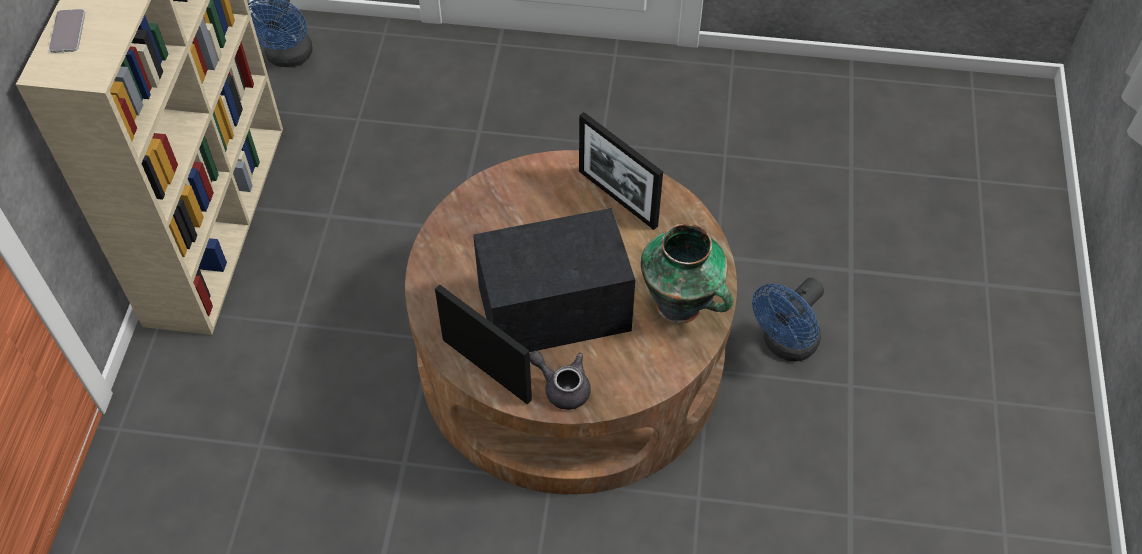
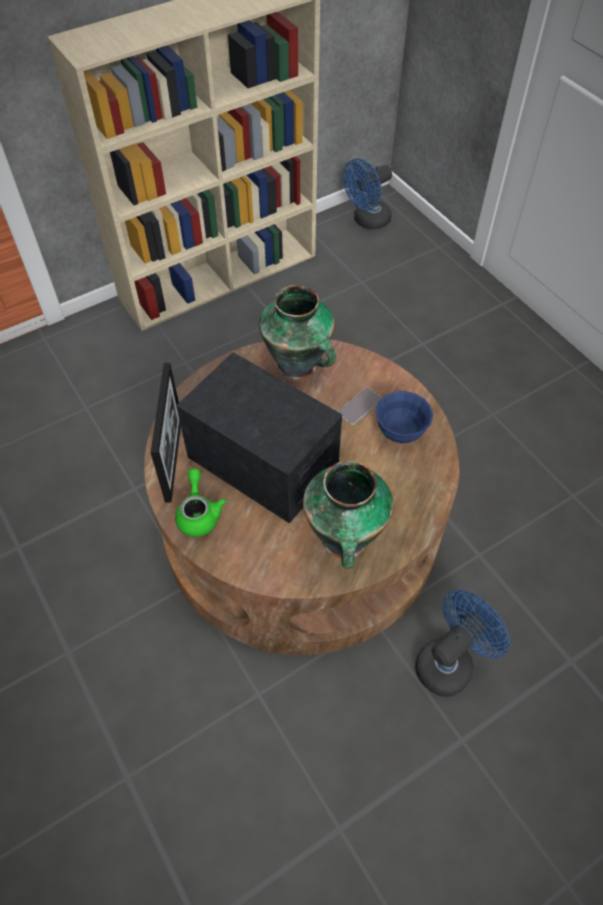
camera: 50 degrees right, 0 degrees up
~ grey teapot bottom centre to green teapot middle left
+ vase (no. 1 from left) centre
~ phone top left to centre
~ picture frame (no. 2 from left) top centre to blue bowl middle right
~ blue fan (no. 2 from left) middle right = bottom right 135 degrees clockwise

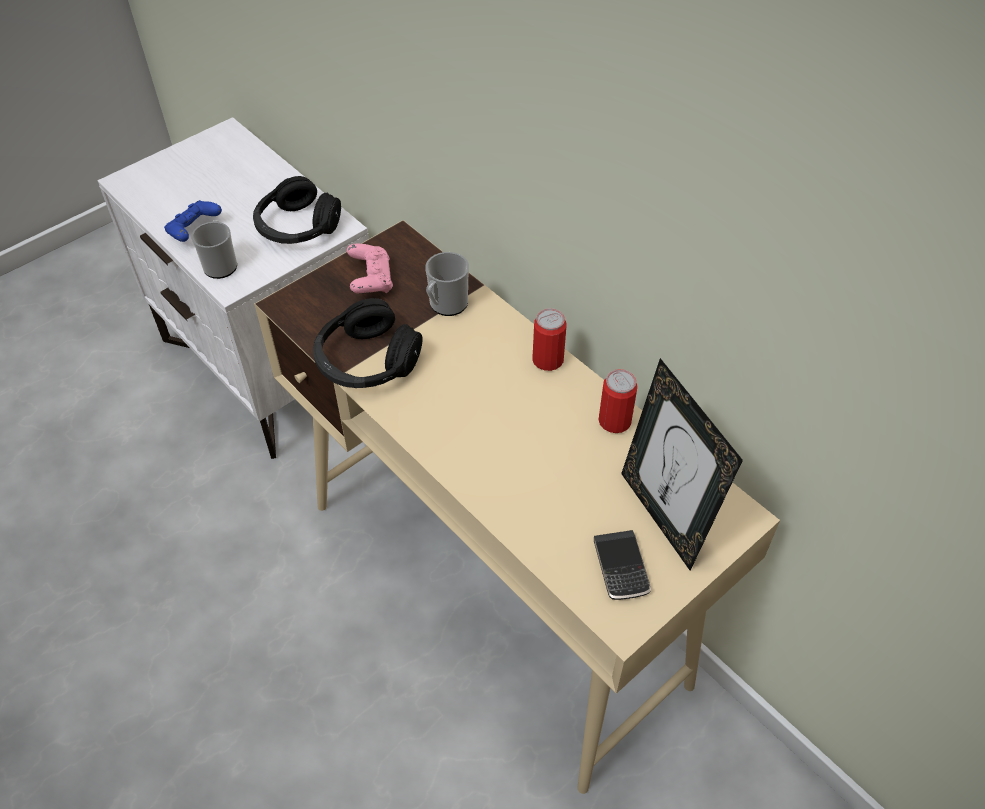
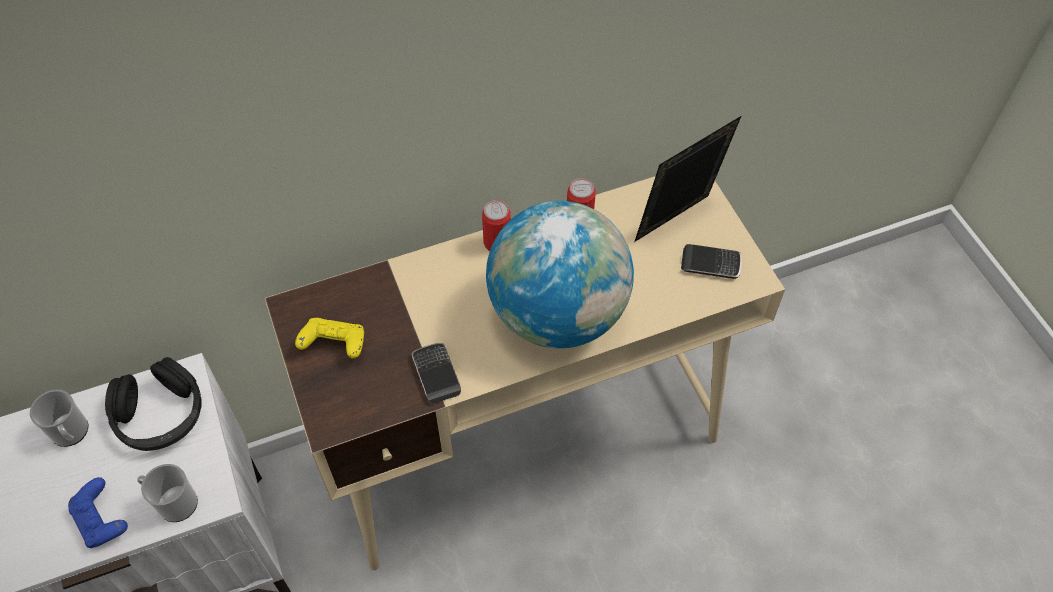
camera: 70 degrees left, 5 degrees up
~ mug (no. 2 from left in the first image) centre to mug (no. 1 from left) bottom left
~ pink game controller top centre to yellow game controller middle left
~ black headphones (no. 2 from left) centre to phone (no. 1 from left) centre
+ globe centre
~ picture frame middle right = top centre 150 degrees clockwise

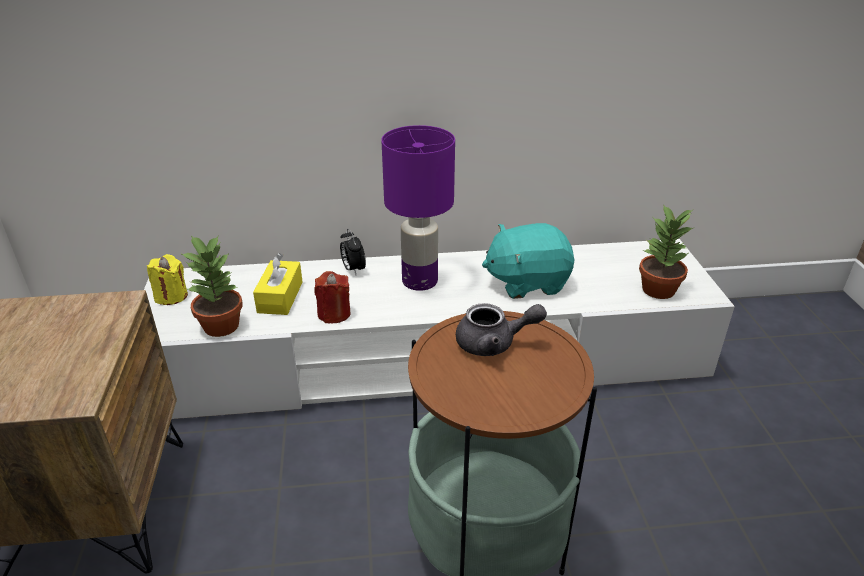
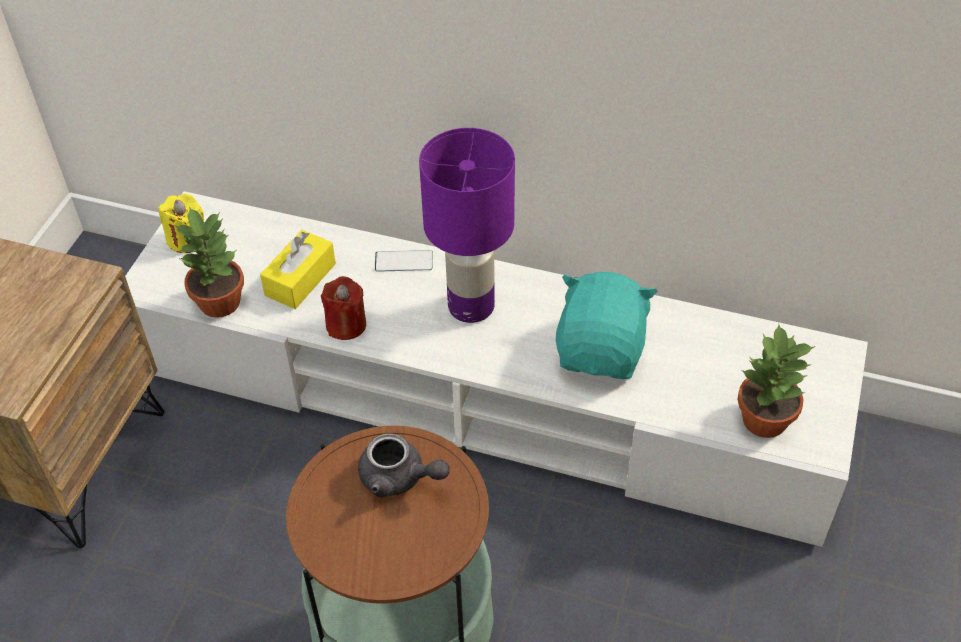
camera: 25 degrees right, 15 degrees up
~ alarm clock centre to phone centre
~ turquoise plush toy centre = centre 90 degrees clockwise

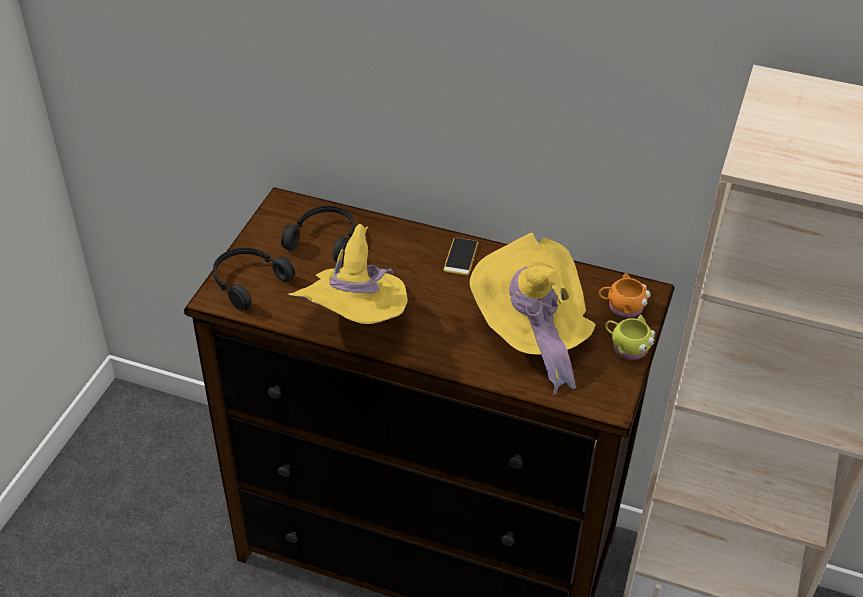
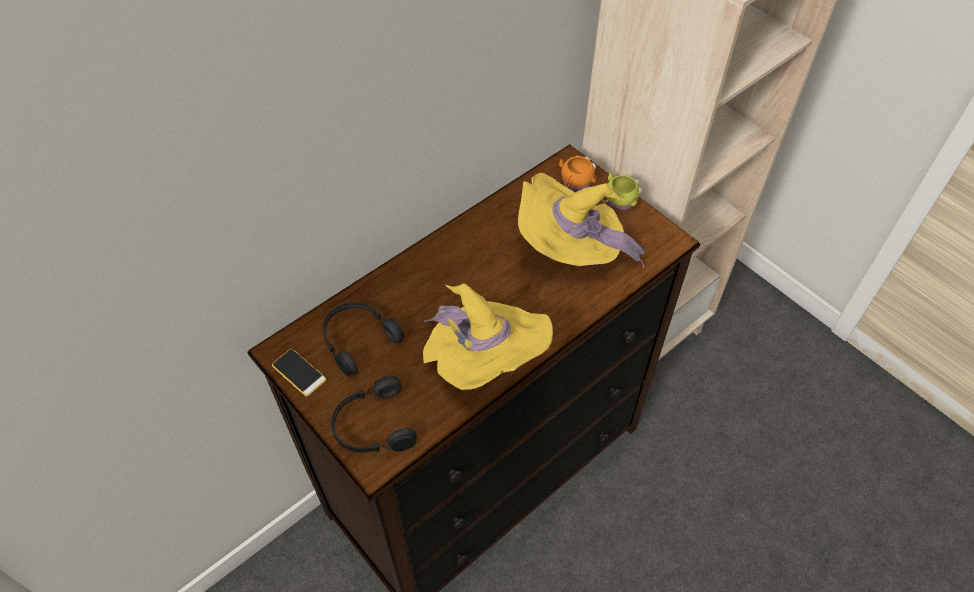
camera: 60 degrees left, 10 degrees up
~ phone centre to middle left

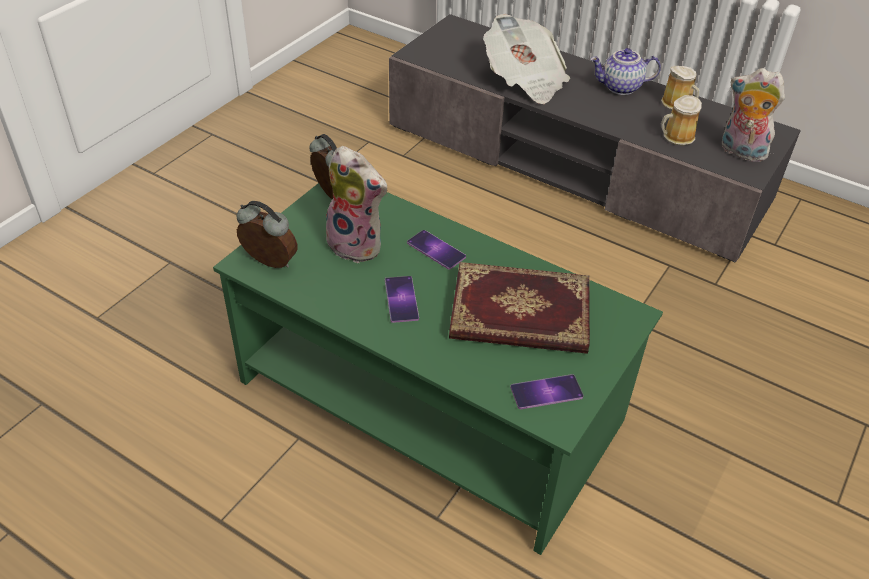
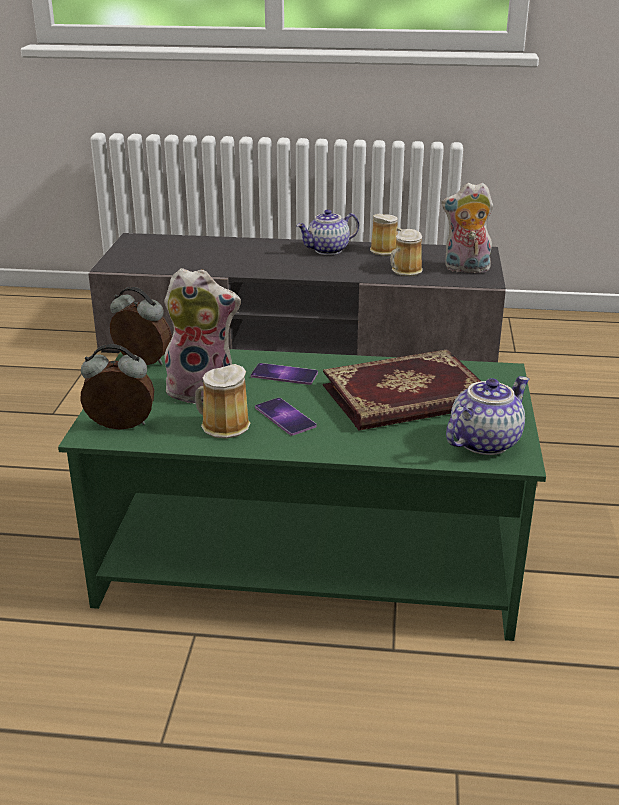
camera: 25 degrees left, 15 degrees down
+ mug (no. 1 from left) centre
~ phone (no. 3 from left) bottom centre to teapot (no. 2 from left) middle right
- newspaper top centre

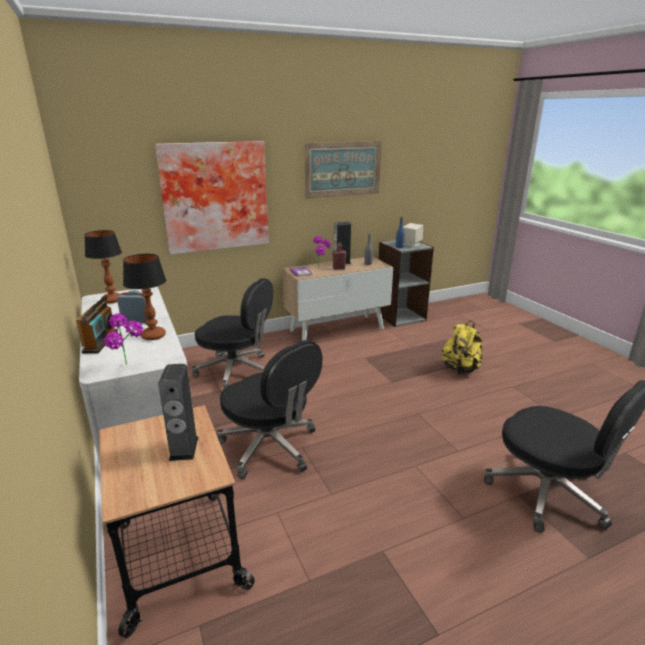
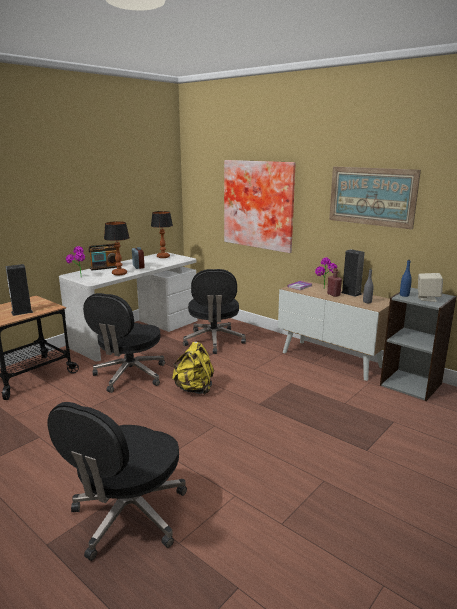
camera: 65 degrees right, 5 degrees down
~ yellow backpack middle right to centre

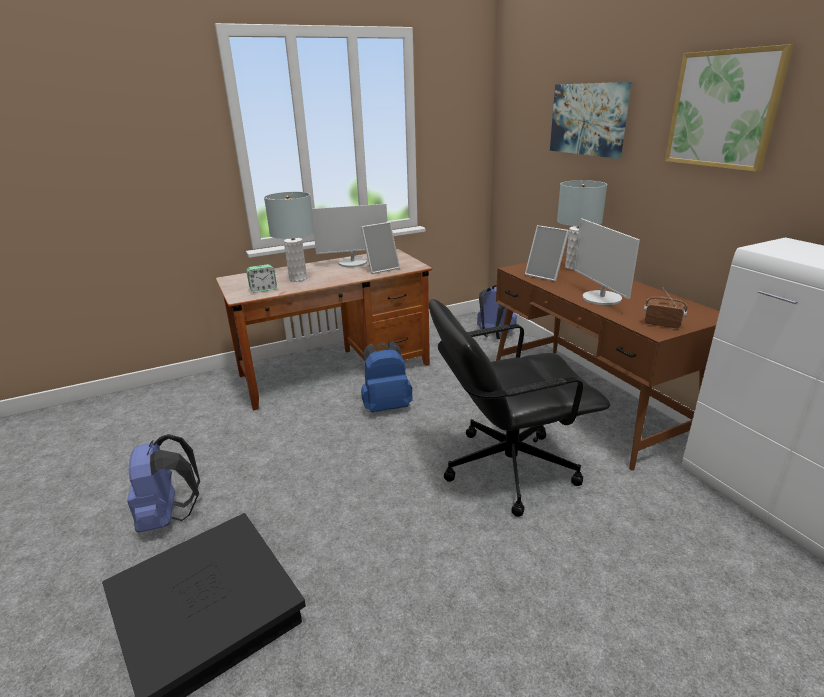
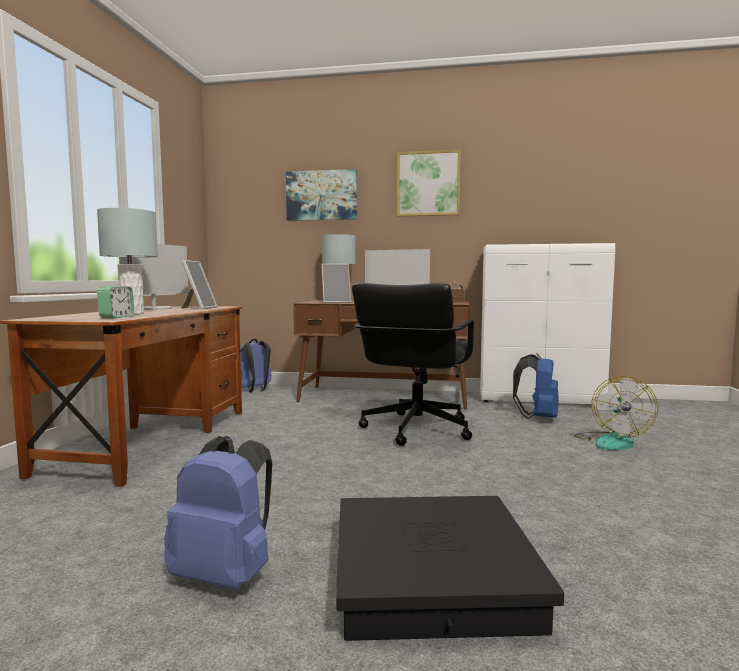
camera: 55 degrees left, 20 degrees down
~ blue backpack (no. 2 from left in the first image) centre to blue backpack (no. 3 from left) middle right
+ fan middle right

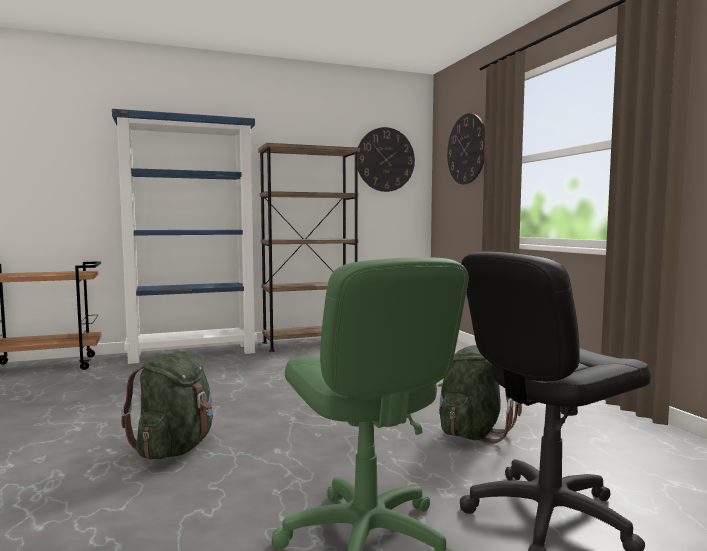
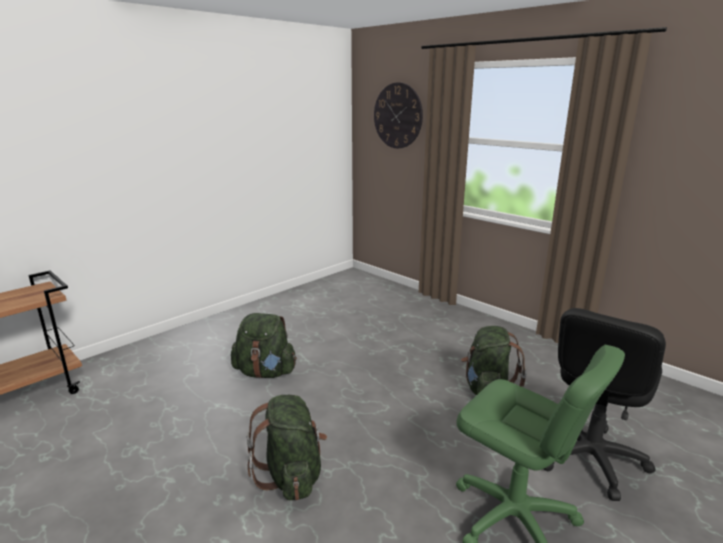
camera: 25 degrees left, 15 degrees up
+ green backpack (no. 1 from left) centre
- blue bookcase middle left
- brown bookcase centre
- wall clock (no. 1 from left) top centre

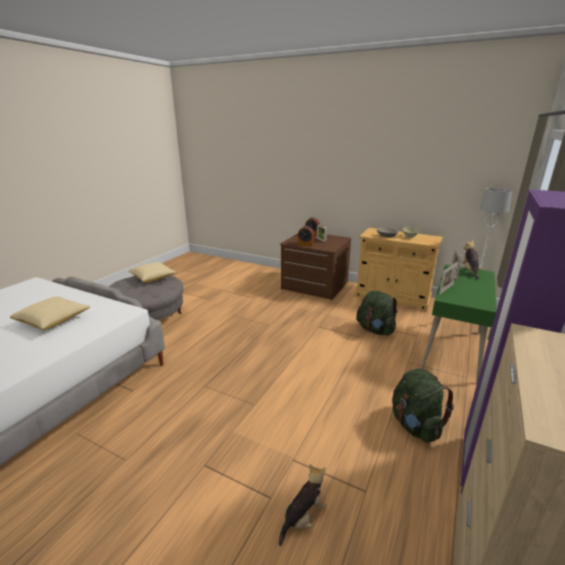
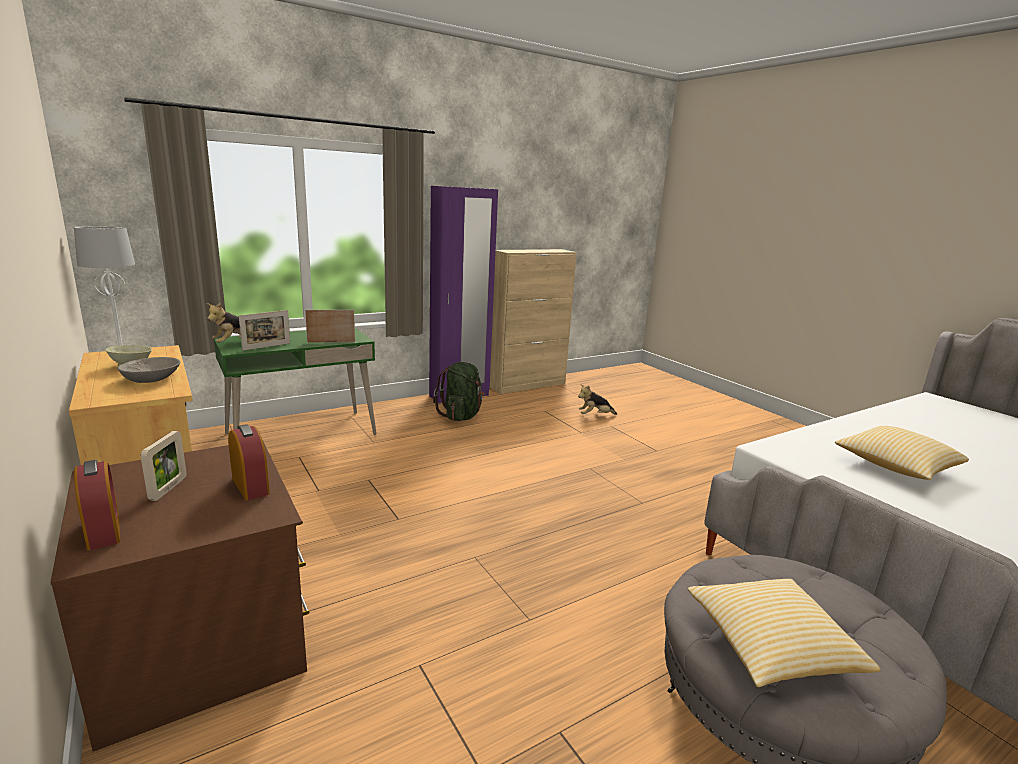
camera: 150 degrees left, 5 degrees down
- green backpack (no. 1 from left) centre

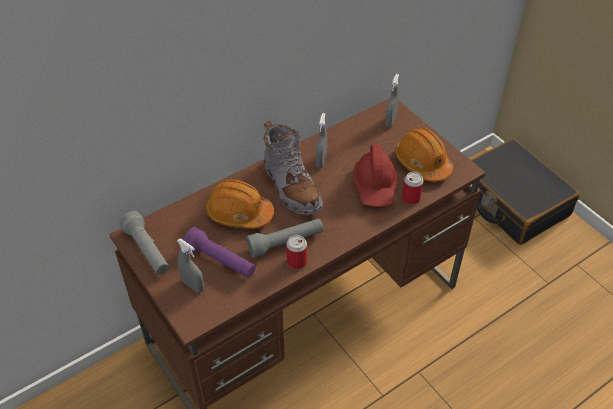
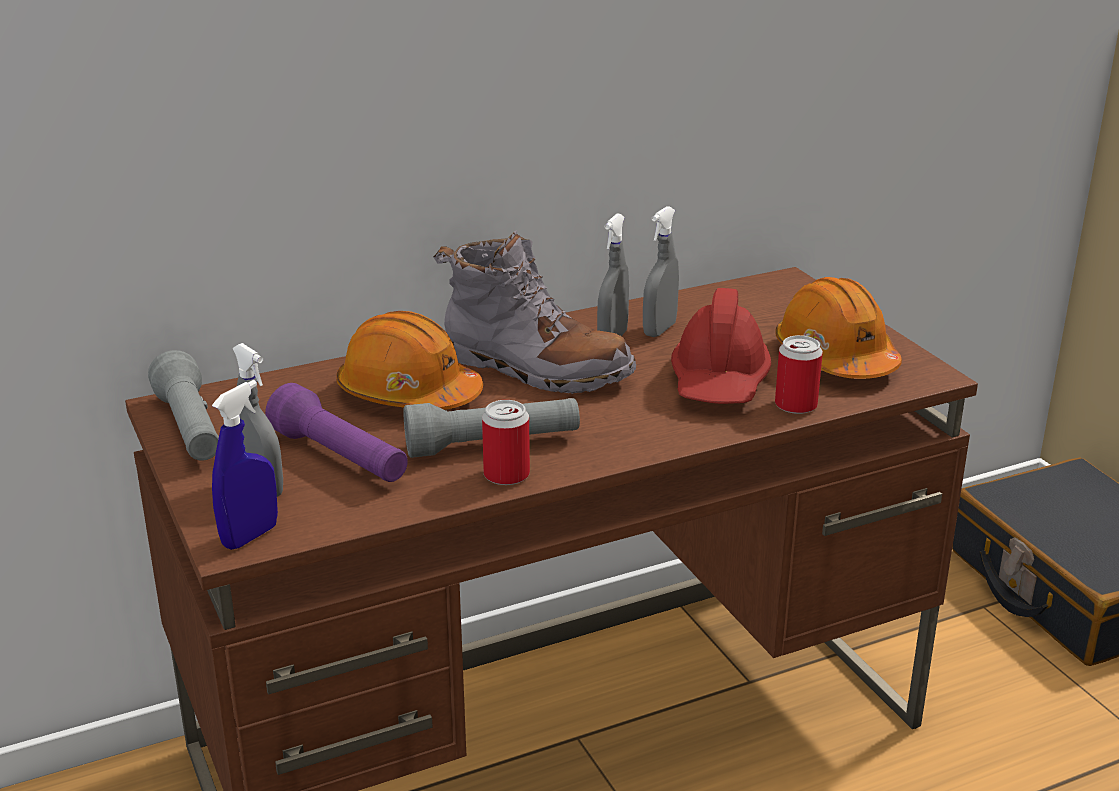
camera: 10 degrees right, 20 degrees down
+ blue spray bottle middle left
~ grey boot centre = centre 45 degrees counterclockwise
~ grey spray bottle (no. 3 from left) top centre to centre

